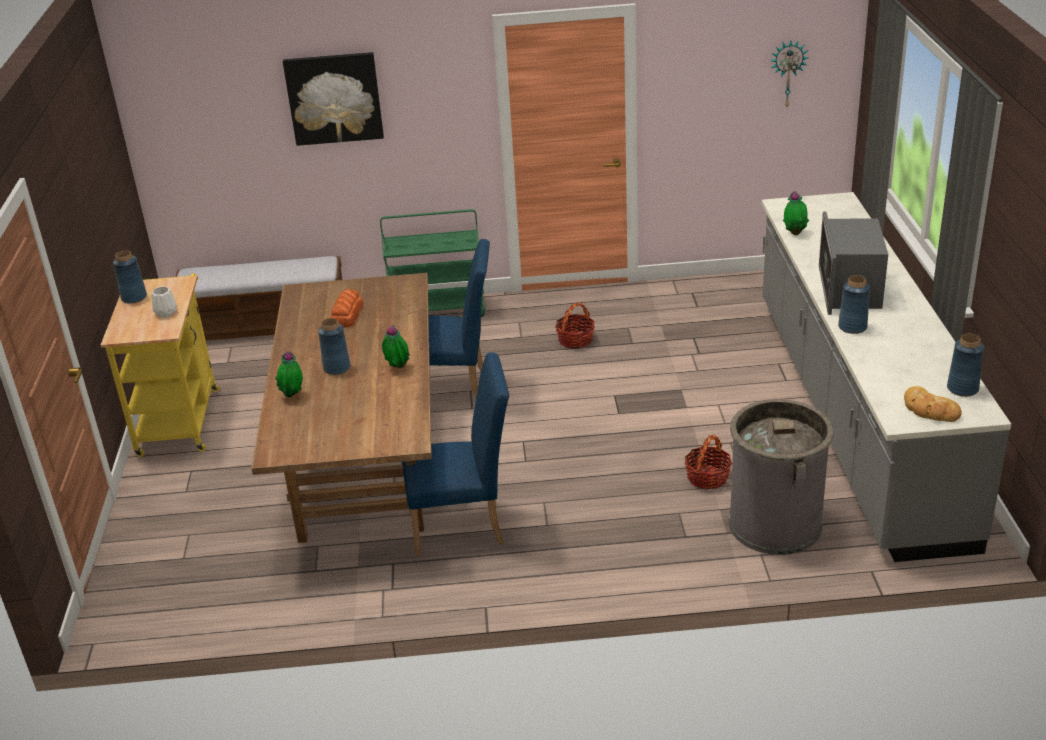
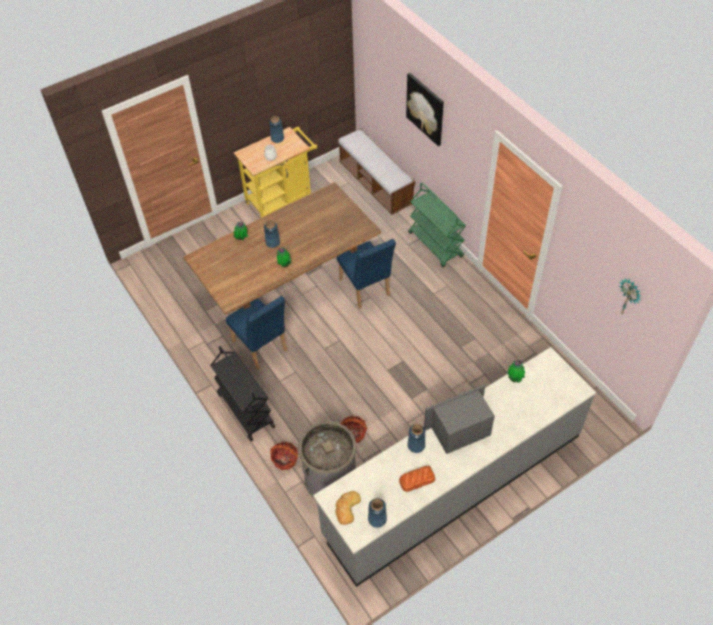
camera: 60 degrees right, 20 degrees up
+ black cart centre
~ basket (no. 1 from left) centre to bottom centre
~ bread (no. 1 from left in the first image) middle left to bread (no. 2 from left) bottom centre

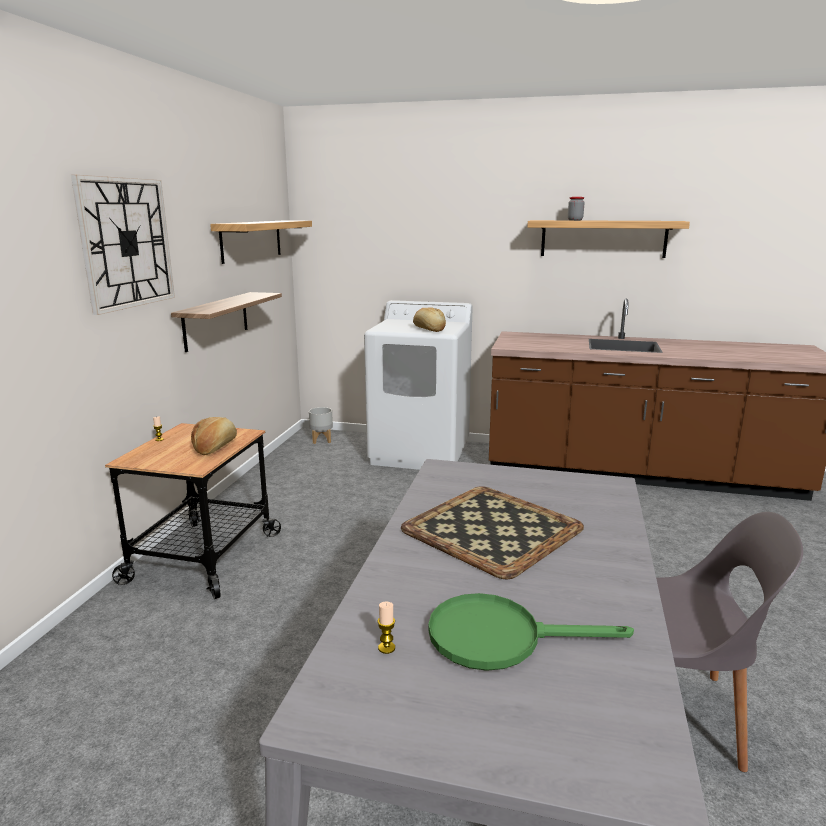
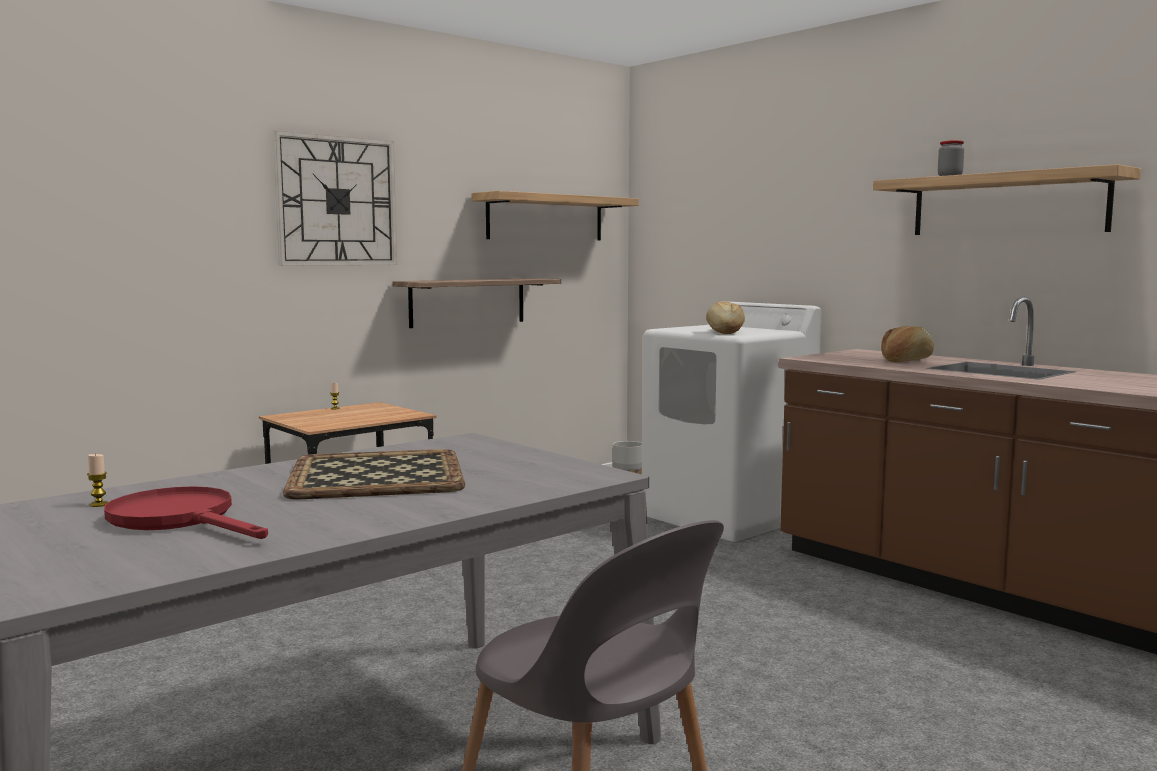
camera: 35 degrees right, 10 degrees down
~ green frying pan bottom centre to red frying pan middle left
~ bread (no. 1 from left in the first image) middle left to bread (no. 2 from left) middle right

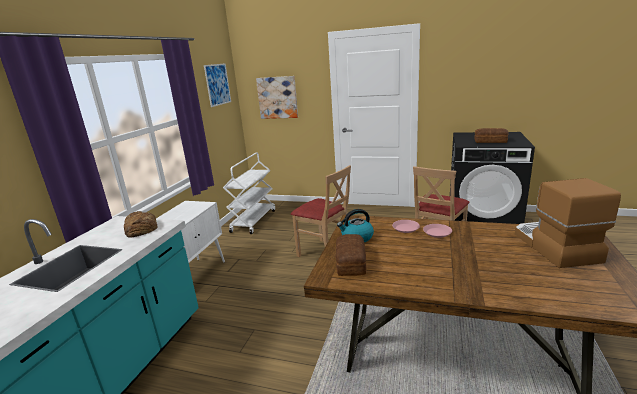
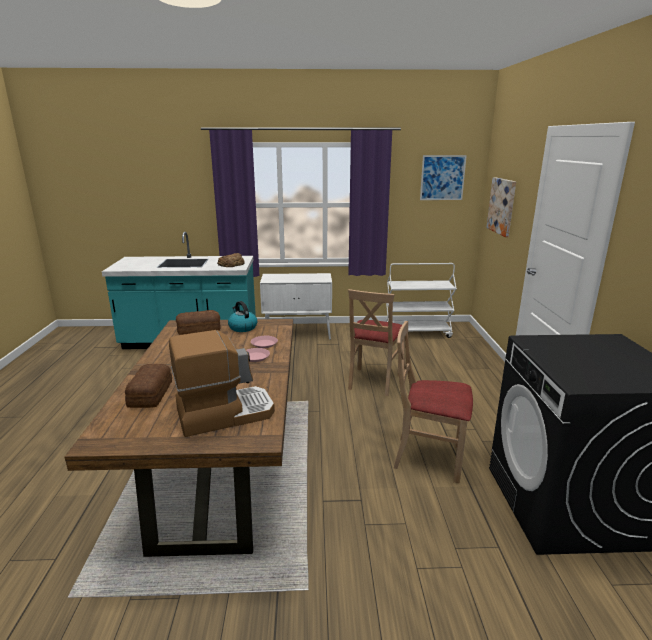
camera: 70 degrees right, 0 degrees up
~ bread (no. 3 from left in the first image) middle right to bread (no. 1 from left) middle left

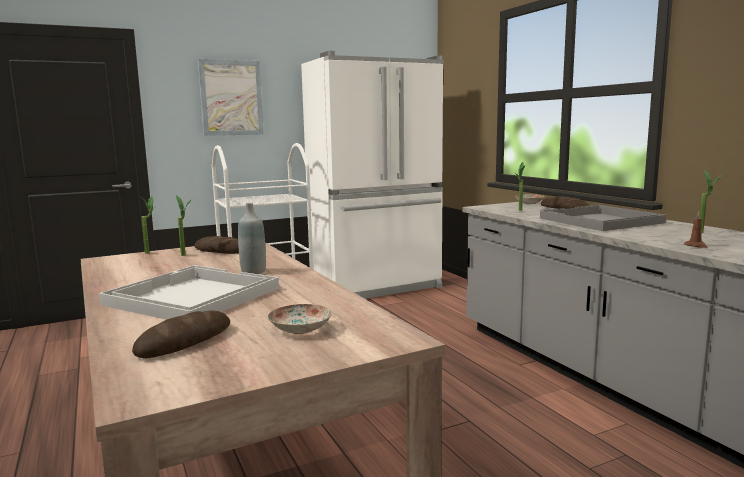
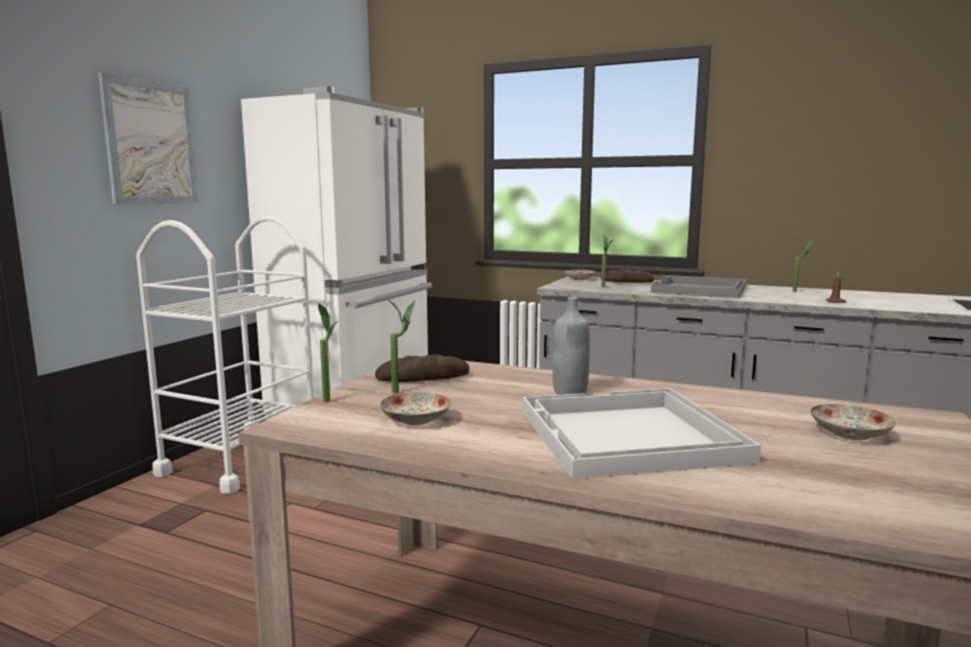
camera: 40 degrees left, 0 degrees up
+ plate (no. 1 from left) centre
- bread (no. 1 from left) bottom left

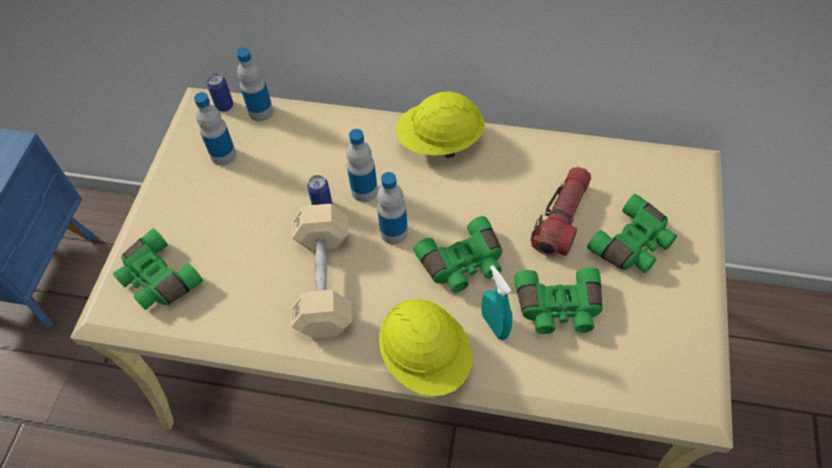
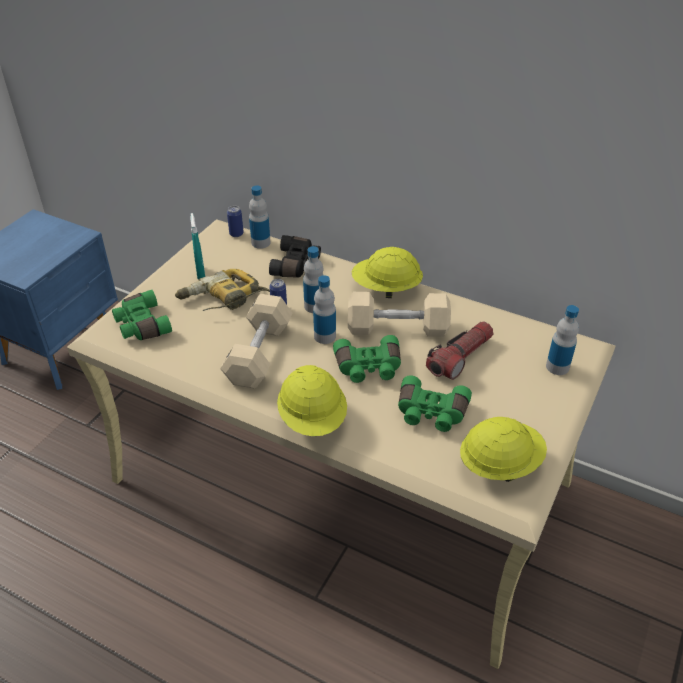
camera: 15 degrees right, 15 degrees down
+ power drill middle left
~ turquoise spray bottle centre to middle left
+ black binoculars centre
+ beige dumbbell (no. 2 from left) centre
+ yellow hard hat (no. 3 from left) middle right
~ bottle (no. 1 from left in the first image) top left to bottle (no. 4 from left) middle right
- green binoculars (no. 4 from left) middle right

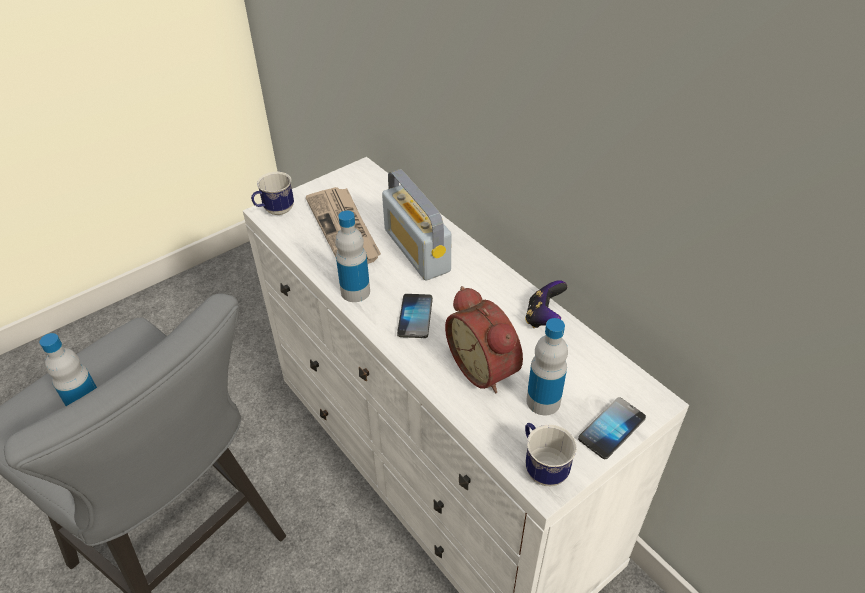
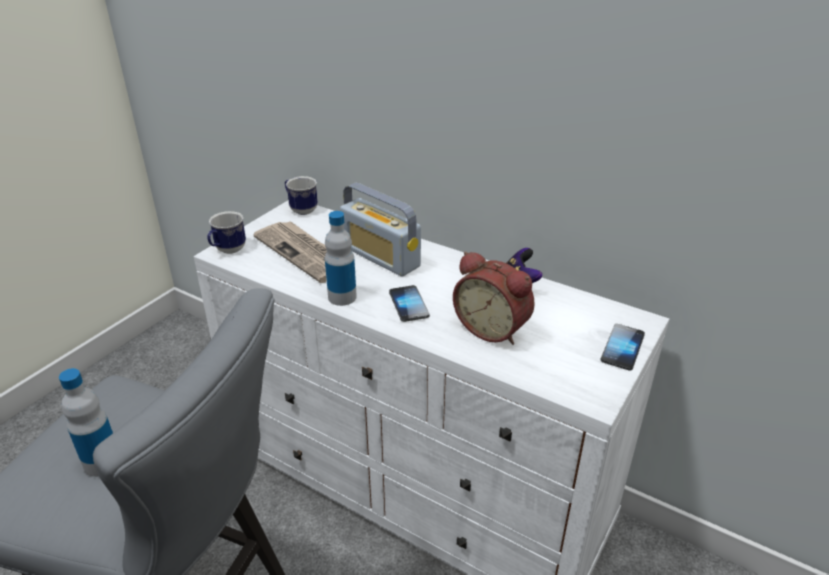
camera: 20 degrees left, 10 degrees down
~ mug (no. 2 from left) bottom centre to centre
- bottle (no. 3 from left) centre

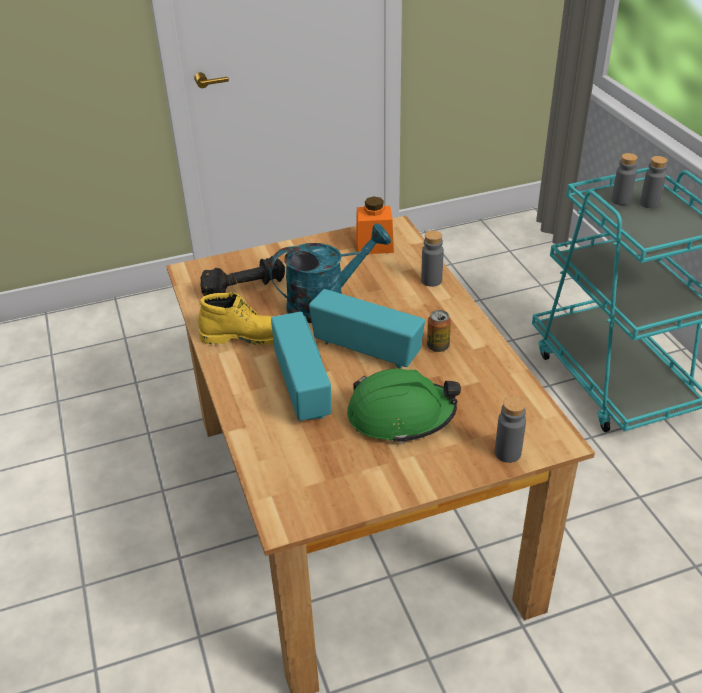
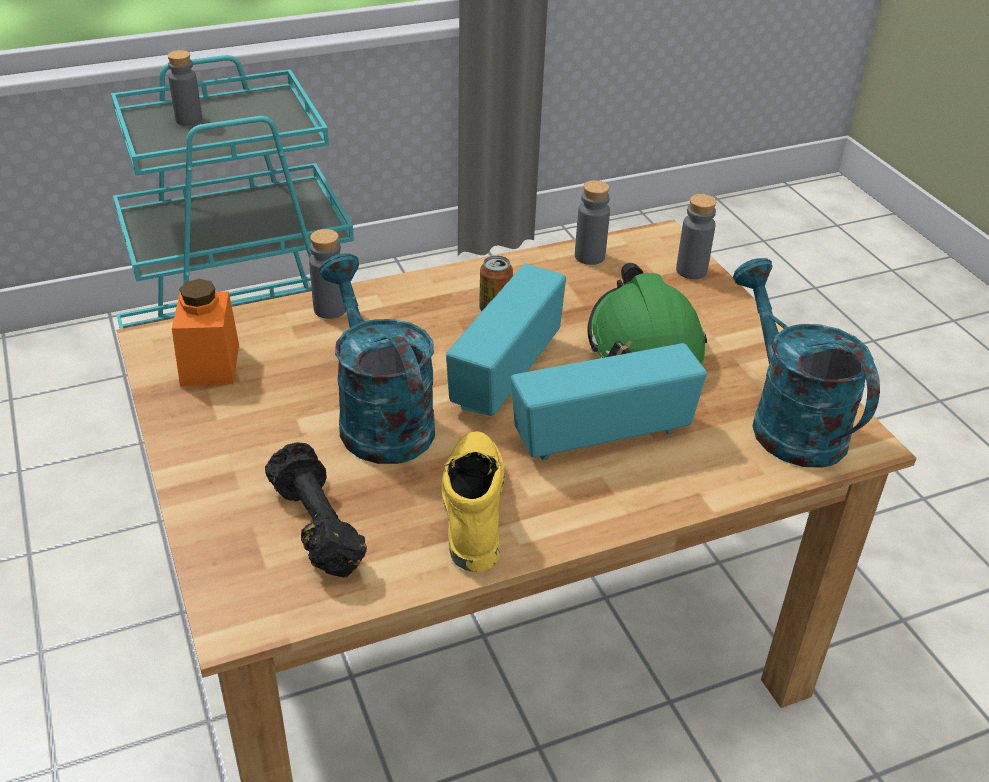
camera: 95 degrees left, 0 degrees up
~ grey bottle (no. 3 from left) top right to top centre
+ turquoise watering can (no. 2 from left) middle right

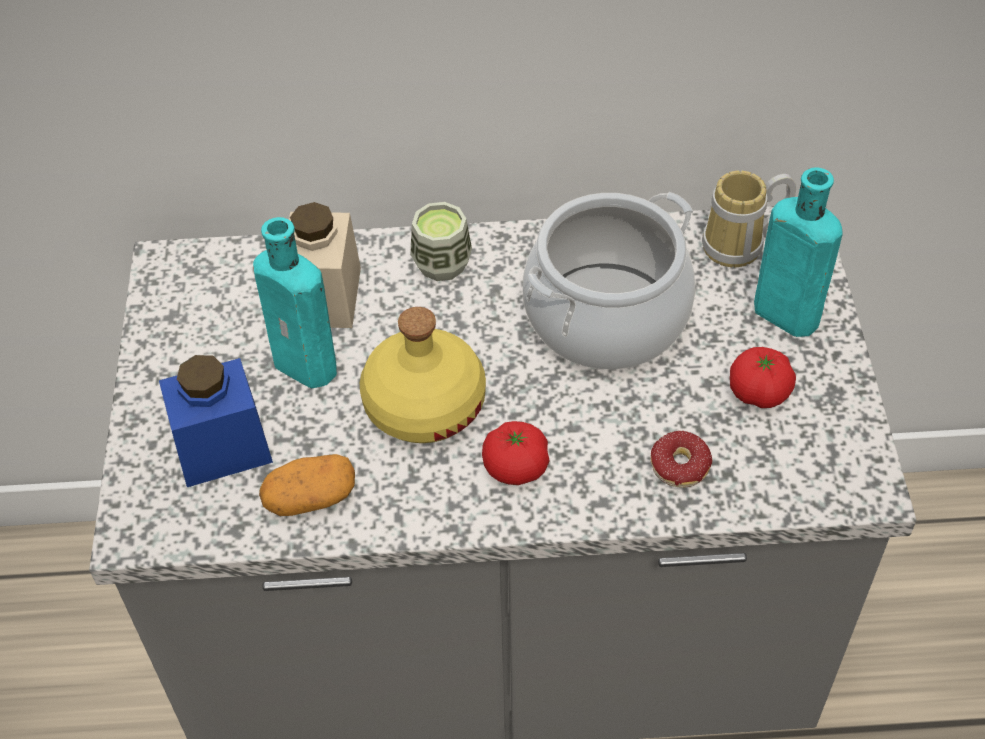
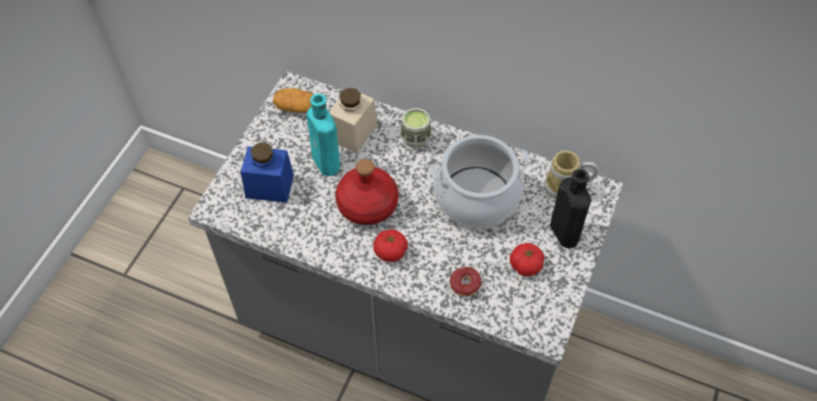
camera: 25 degrees right, 5 degrees up
~ potato middle left to top centre
~ yellow bottle centre to red bottle centre
~ turquoise bottle (no. 2 from left) middle right to black bottle middle right

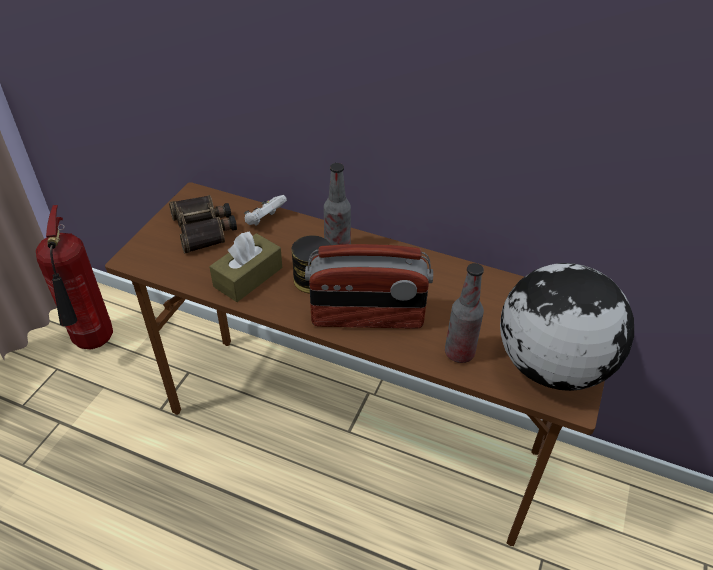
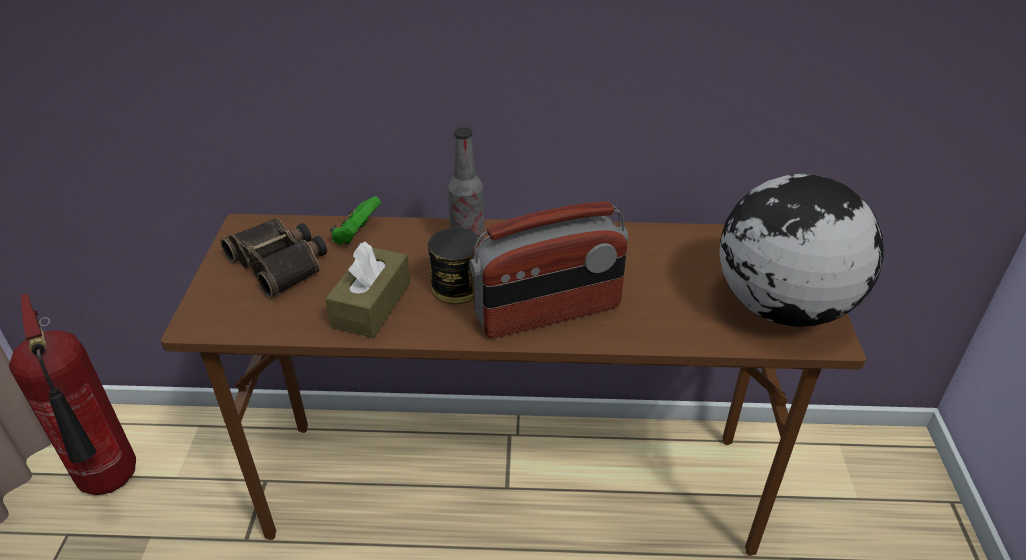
camera: 20 degrees left, 5 degrees down
~ white game controller centre to green game controller centre
- bottle (no. 2 from left) centre

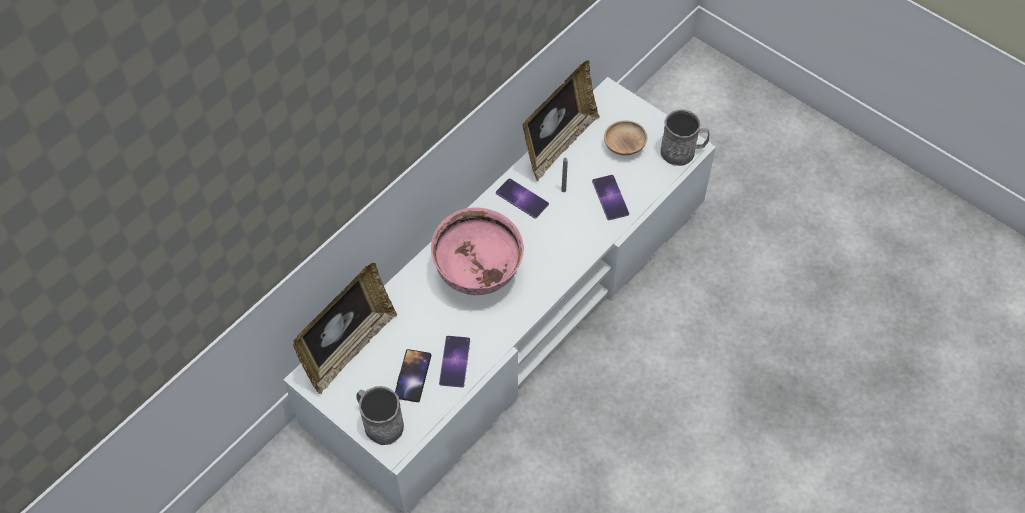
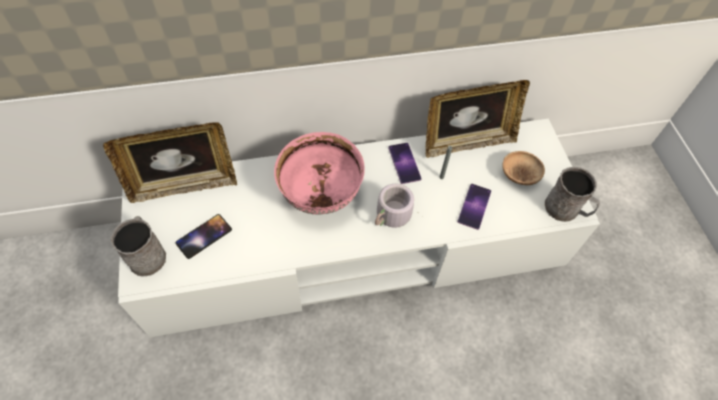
camera: 35 degrees right, 0 degrees up
+ grey mug (no. 2 from left) centre
- phone (no. 2 from left) bottom centre

